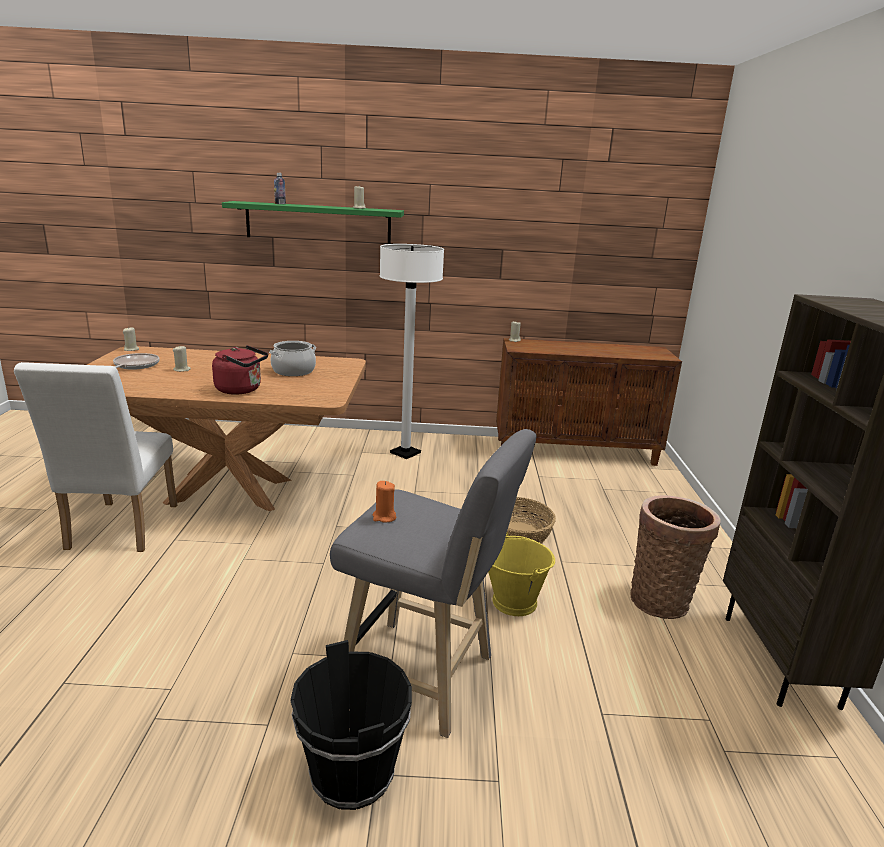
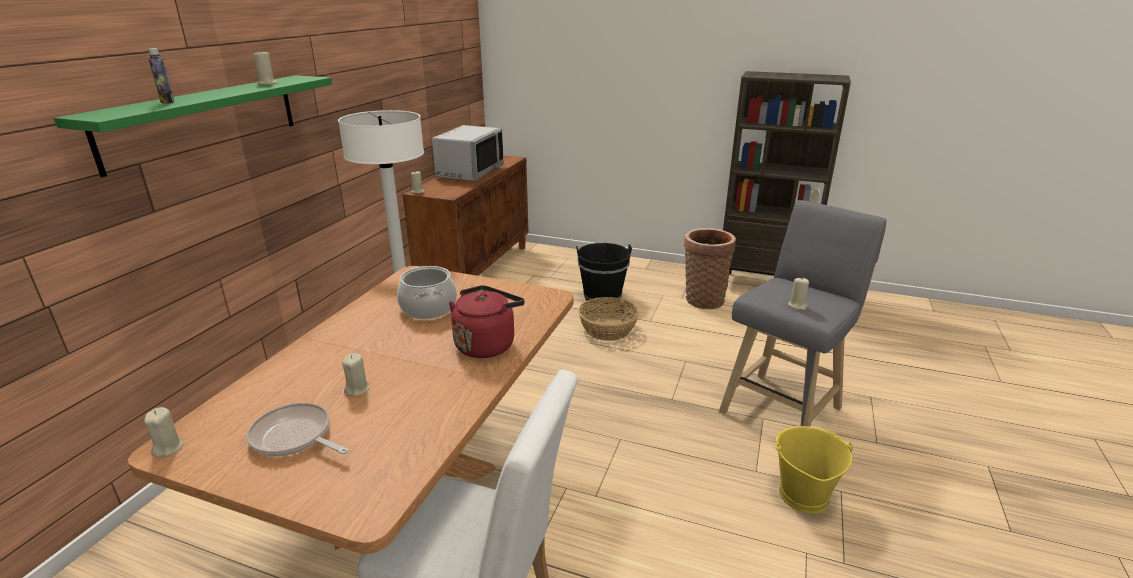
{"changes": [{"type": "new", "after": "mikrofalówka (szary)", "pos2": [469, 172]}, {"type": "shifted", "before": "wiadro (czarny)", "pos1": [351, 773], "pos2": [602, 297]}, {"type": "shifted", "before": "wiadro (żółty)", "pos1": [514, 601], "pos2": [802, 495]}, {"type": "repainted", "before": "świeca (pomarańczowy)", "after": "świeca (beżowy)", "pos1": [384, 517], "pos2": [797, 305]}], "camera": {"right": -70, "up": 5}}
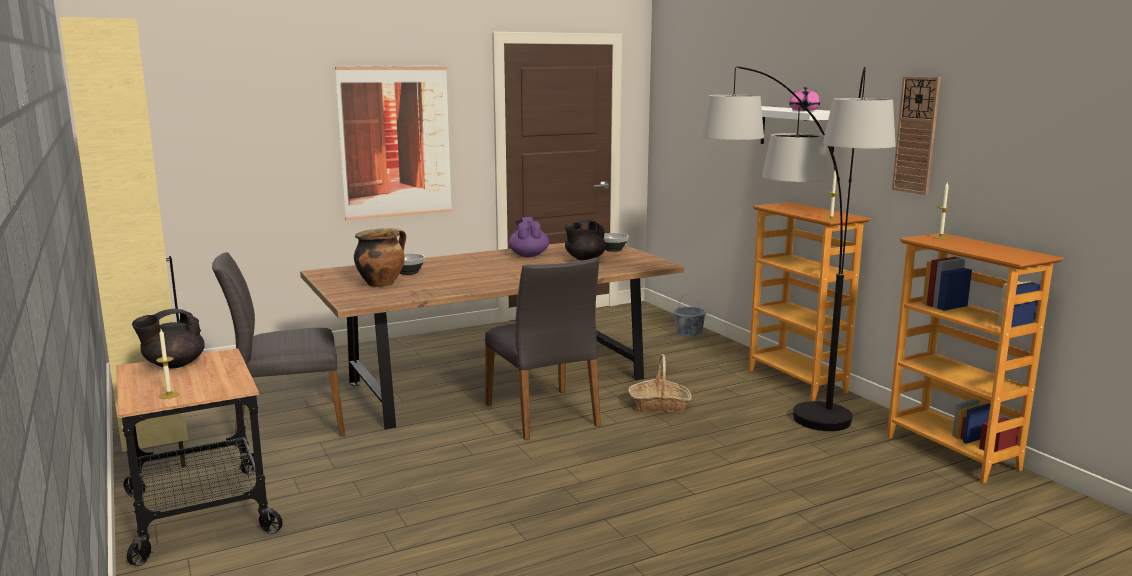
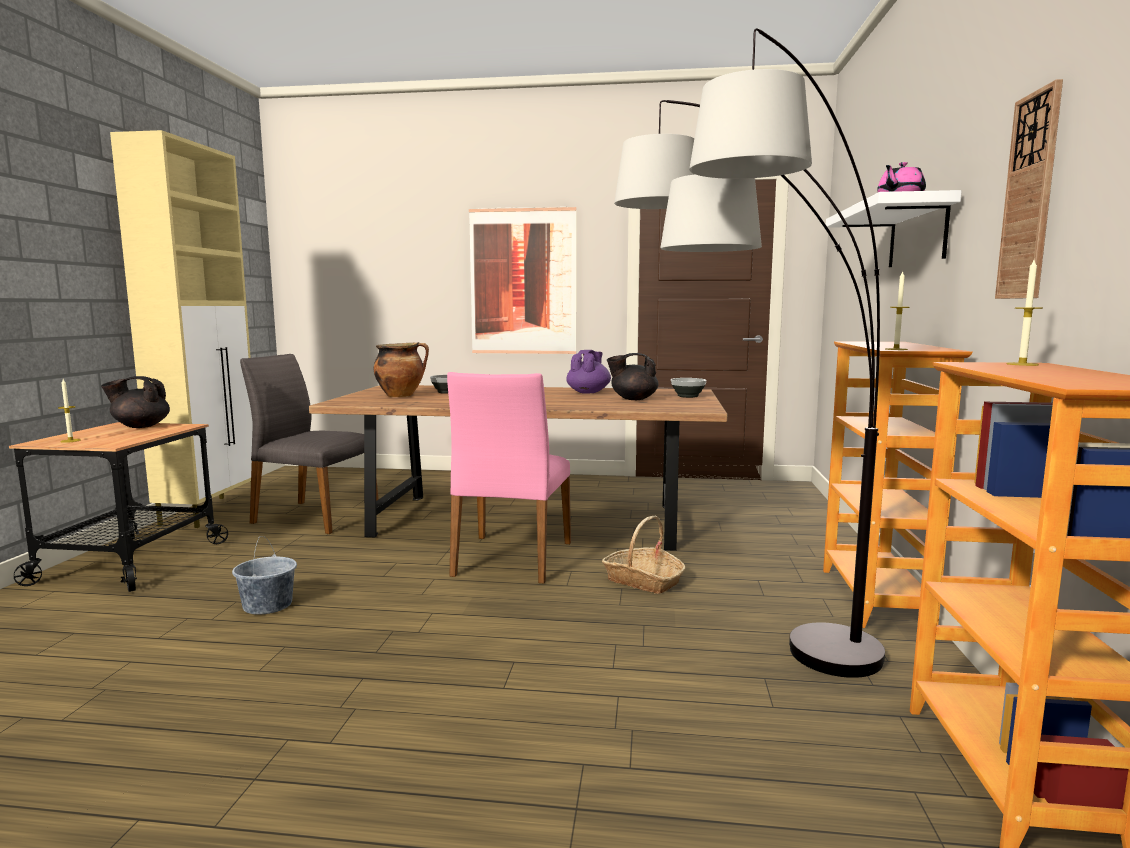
{"changes": [{"type": "shifted", "before": "wiadro (szary)", "pos1": [689, 333], "pos2": [267, 605]}, {"type": "repainted", "before": "krzesło (szary)", "after": "krzesło (różowy)", "pos1": [544, 415], "pos2": [511, 559]}], "camera": {"right": 35, "up": -5}}
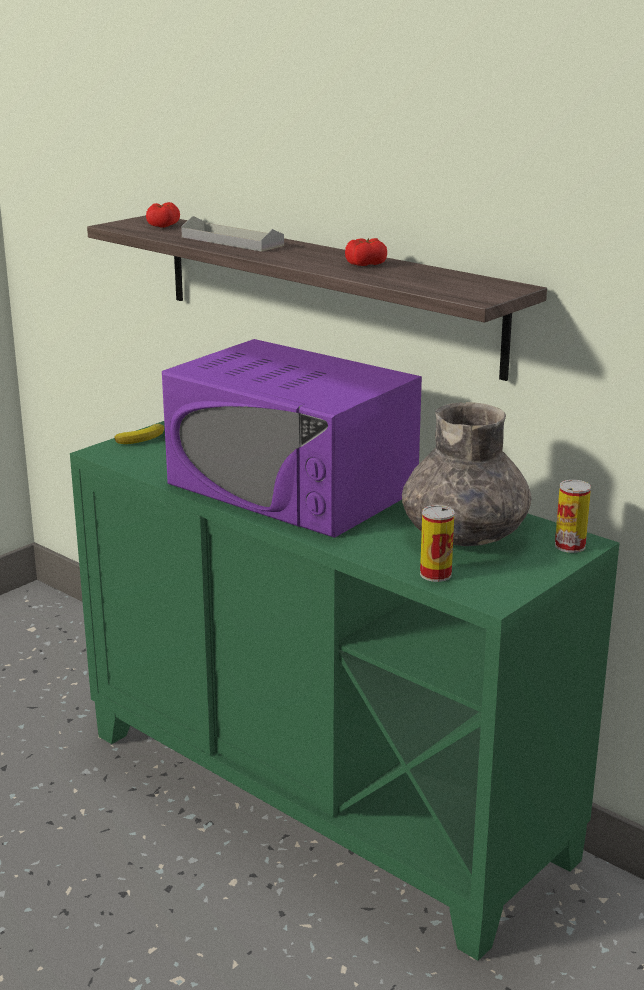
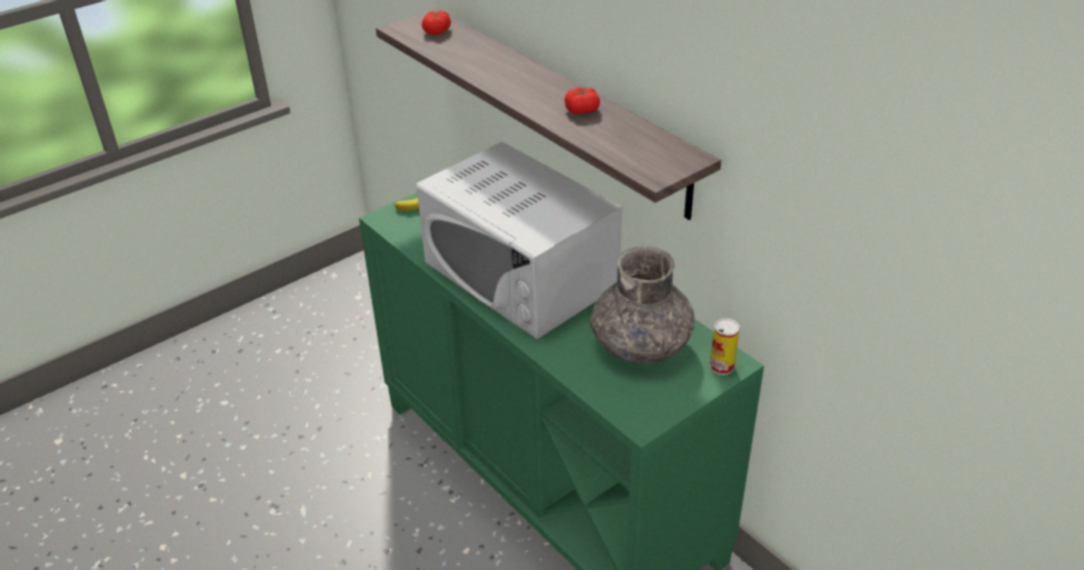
{"changes": [{"type": "repainted", "before": "mikrofalówka (fioletowy)", "after": "mikrofalówka (biały)", "pos1": [292, 487], "pos2": [520, 274]}, {"type": "gone", "before": "taca (szary)", "pos1": [232, 241]}, {"type": "gone", "before": "puszka", "pos1": [435, 574]}], "camera": {"right": 10, "up": 15}}
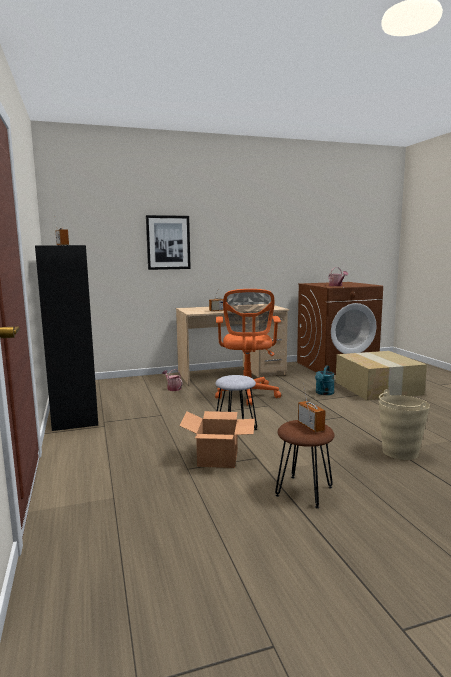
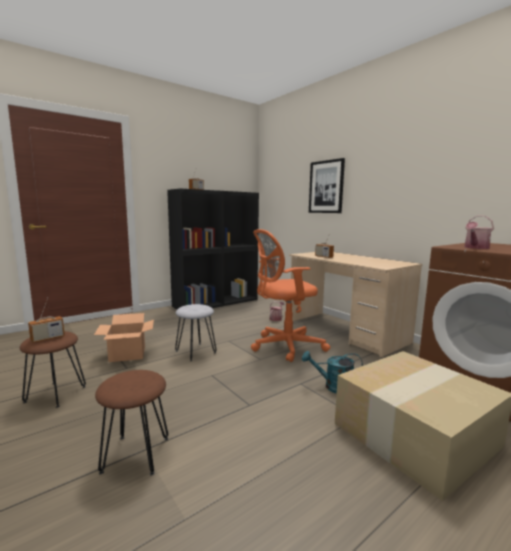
{"changes": [{"type": "swapped", "before": "wiadro (beżowy)", "after": "stołek (brązowy)", "pos1": [399, 452], "pos2": [136, 454]}], "camera": {"right": 70, "up": 0}}
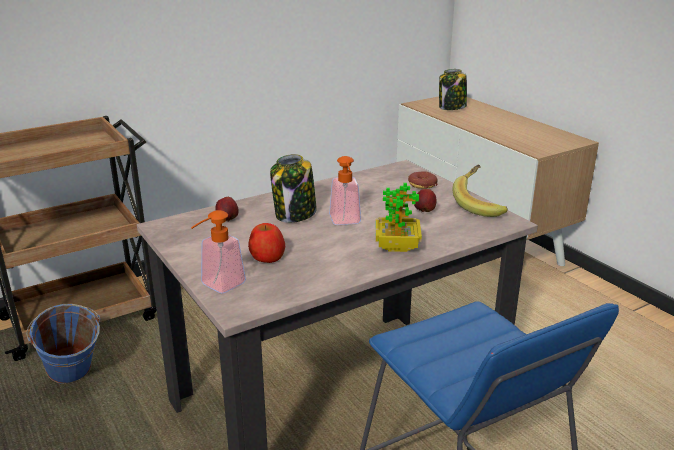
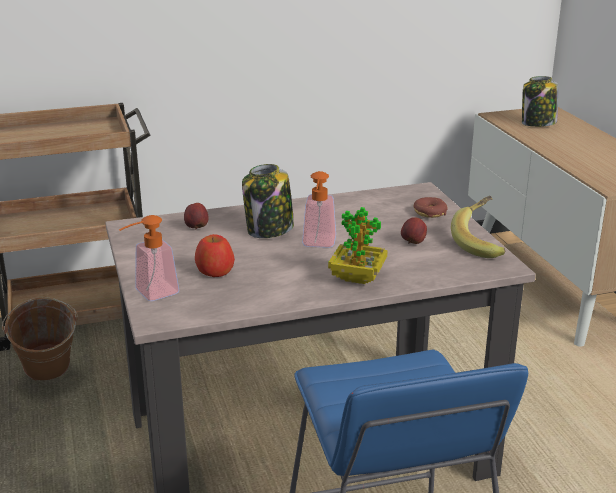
{"changes": [{"type": "repainted", "before": "wiadro (niebieski)", "after": "wiadro (brązowy)", "pos1": [74, 381], "pos2": [48, 379]}], "camera": {"right": 15, "up": 0}}
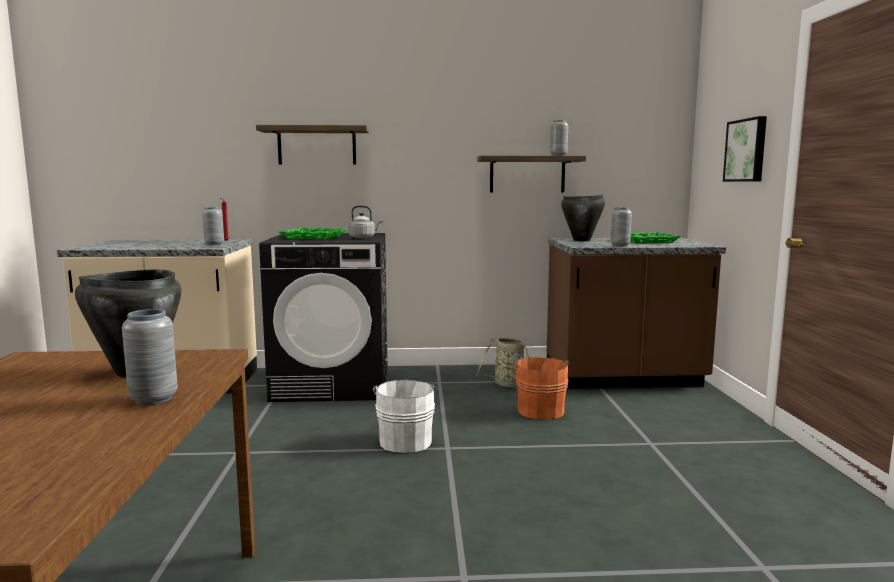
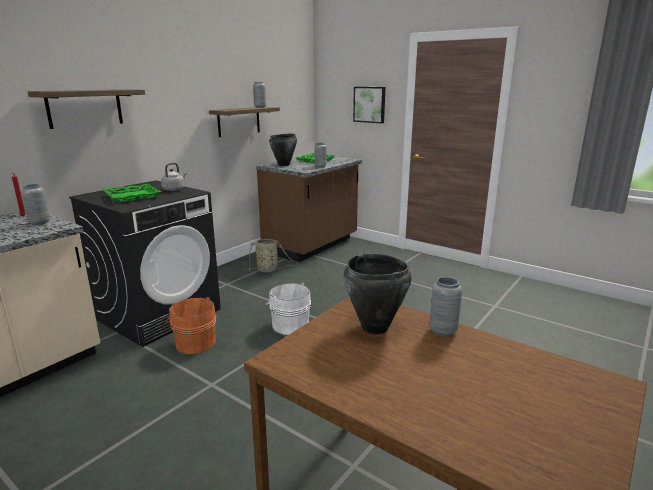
{"changes": [{"type": "shifted", "before": "wiadro (pomarańczowy)", "pos1": [540, 410], "pos2": [194, 342]}], "camera": {"right": -50, "up": 10}}
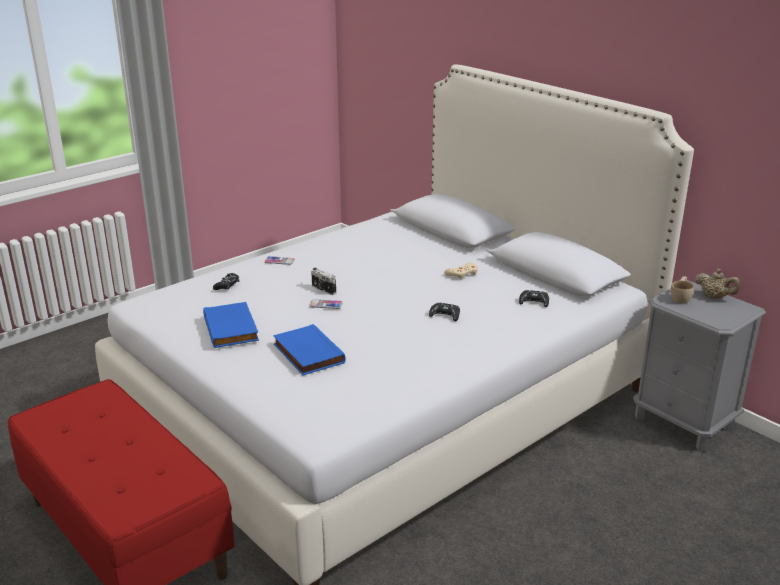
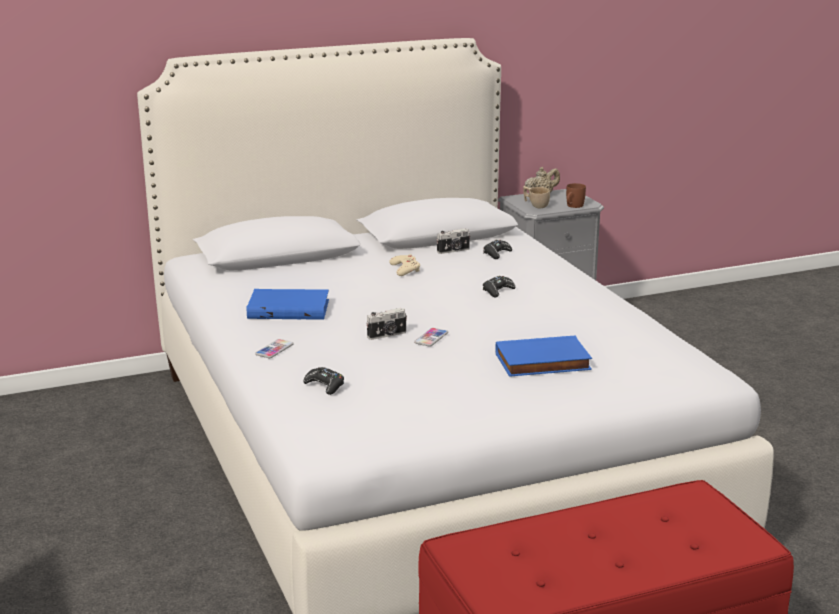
{"changes": [{"type": "shifted", "before": "książka (niebieski)", "pos1": [232, 328], "pos2": [289, 309]}, {"type": "new", "after": "aparat fotograficzny", "pos2": [453, 251]}, {"type": "new", "after": "kubek (brązowy)", "pos2": [573, 206]}], "camera": {"right": -70, "up": -5}}
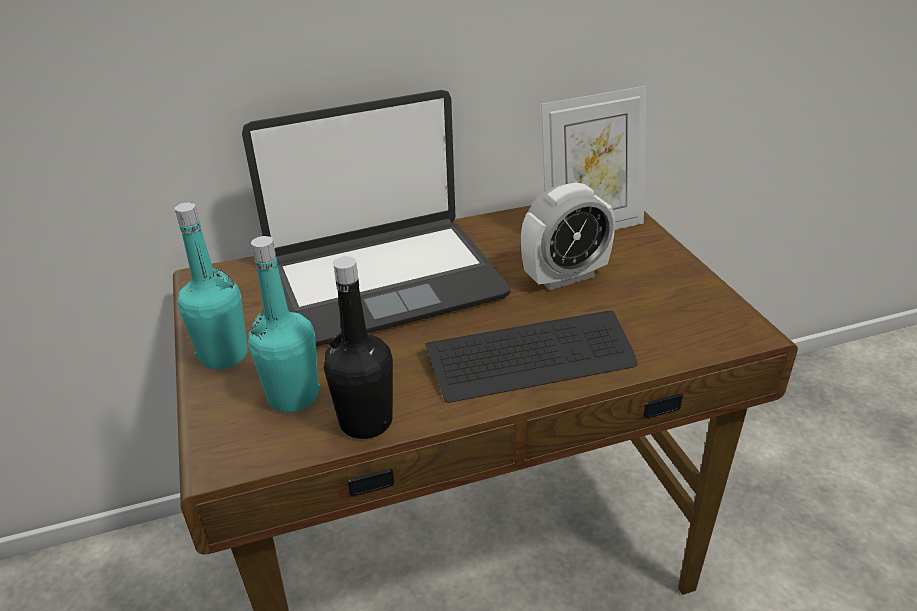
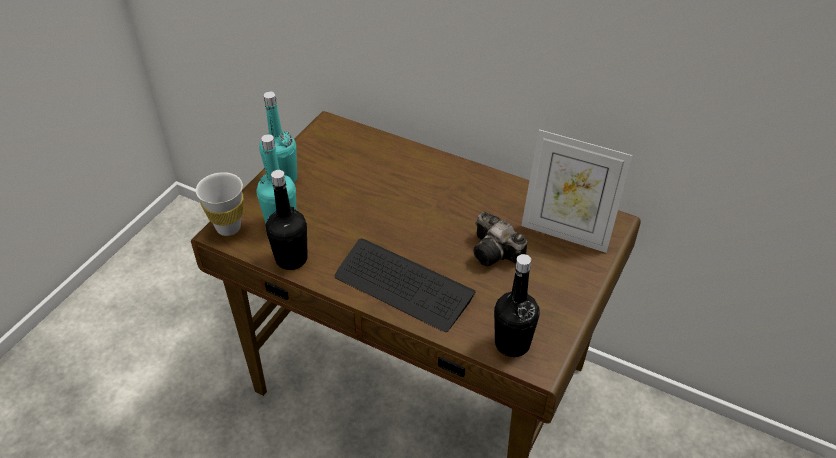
{"changes": [{"type": "new", "after": "filiżanka (biały)", "pos2": [228, 227]}, {"type": "swapped", "before": "budzik", "after": "aparat fotograficzny", "pos1": [565, 277], "pos2": [497, 253]}, {"type": "new", "after": "butelka (czarny)", "pos2": [512, 343]}, {"type": "gone", "before": "laptop", "pos1": [385, 281]}], "camera": {"right": 45, "up": 10}}
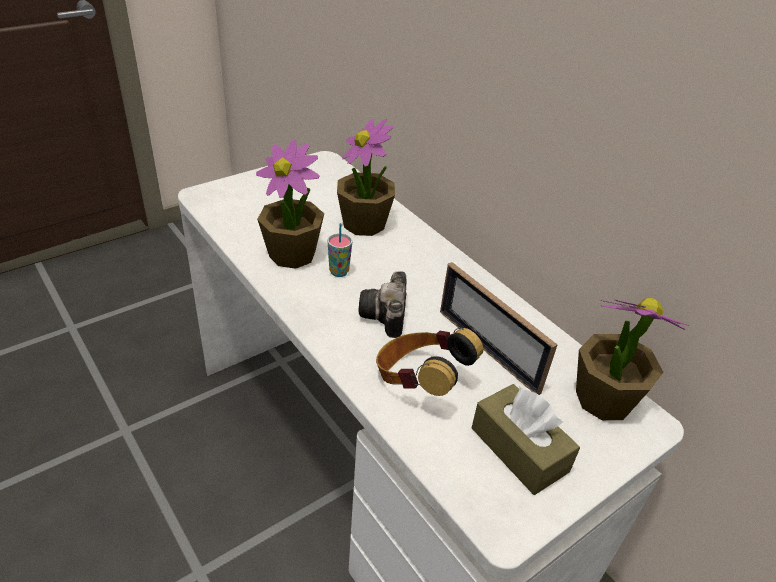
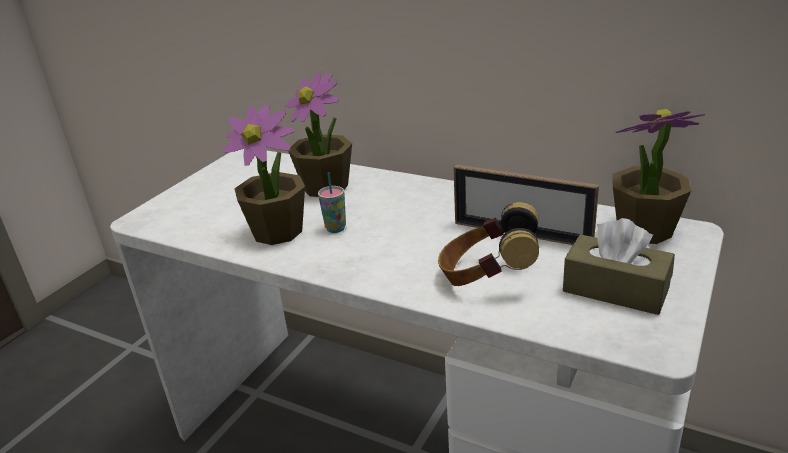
{"changes": [{"type": "gone", "before": "aparat fotograficzny", "pos1": [386, 317]}], "camera": {"right": -20, "up": -10}}
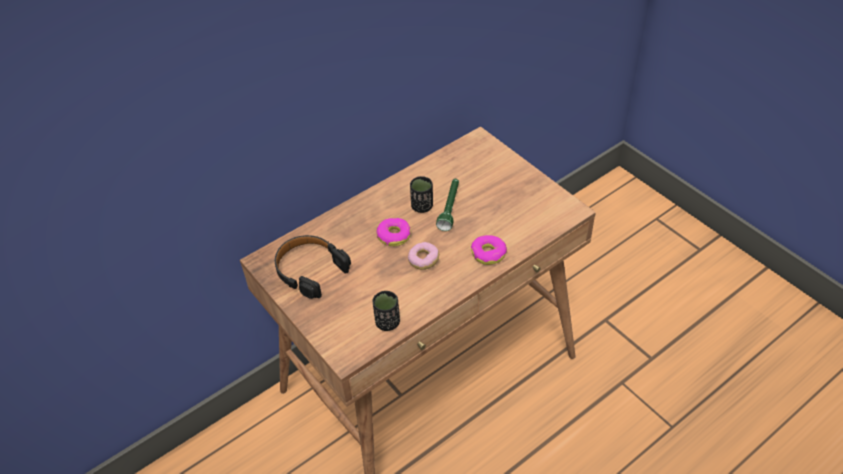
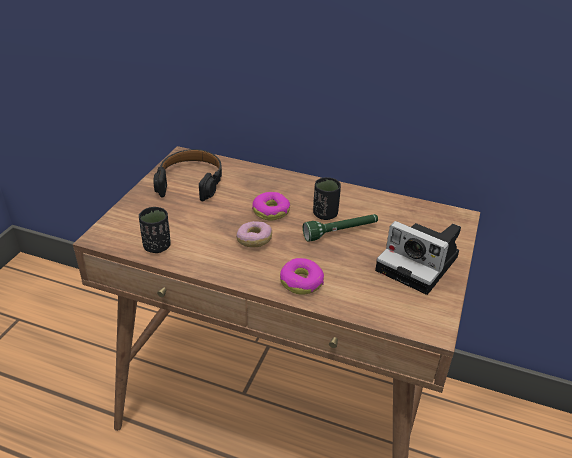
{"changes": [{"type": "new", "after": "aparat fotograficzny", "pos2": [420, 264]}], "camera": {"right": 55, "up": -10}}
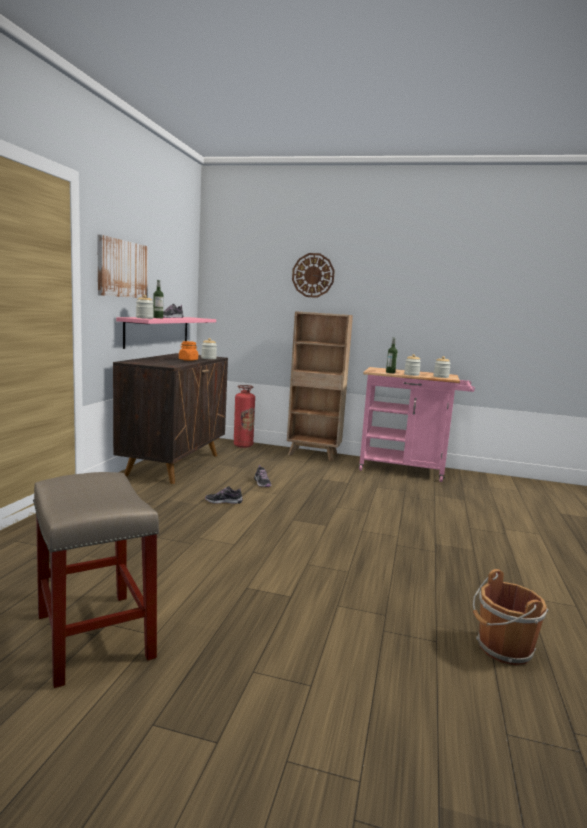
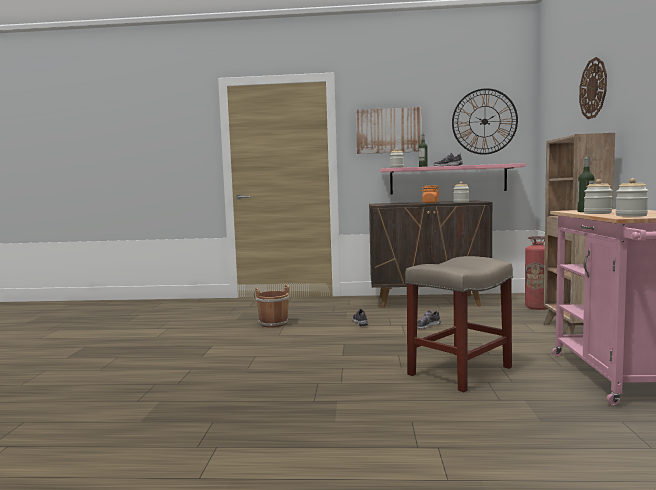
{"changes": [{"type": "shifted", "before": "wiadro (brązowy)", "pos1": [502, 649], "pos2": [273, 323]}, {"type": "shifted", "before": "stołek (beżowy)", "pos1": [95, 637], "pos2": [459, 371]}, {"type": "new", "after": "zegar ścienny", "pos2": [484, 121]}], "camera": {"right": 80, "up": -5}}
